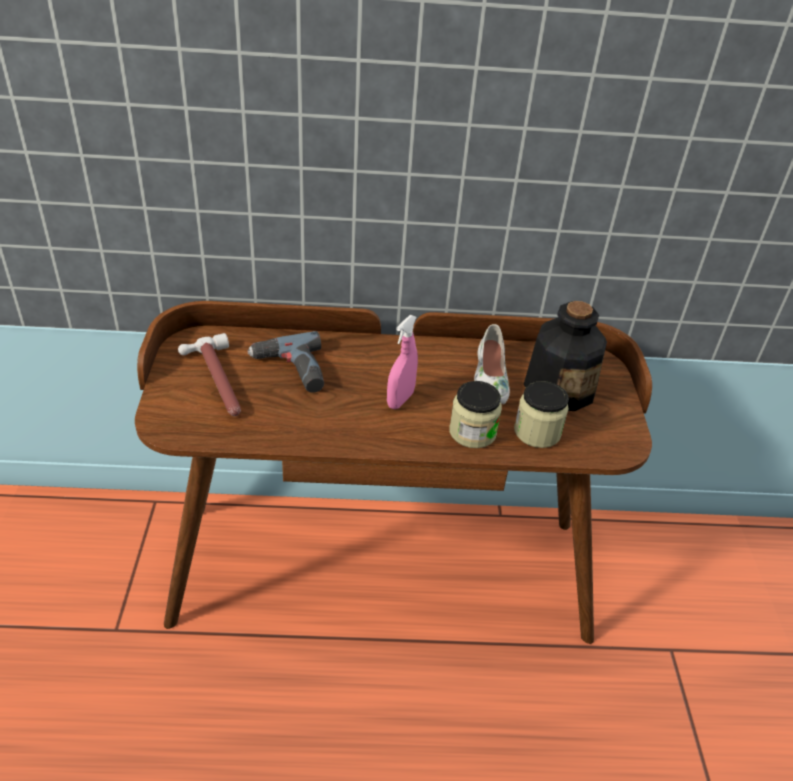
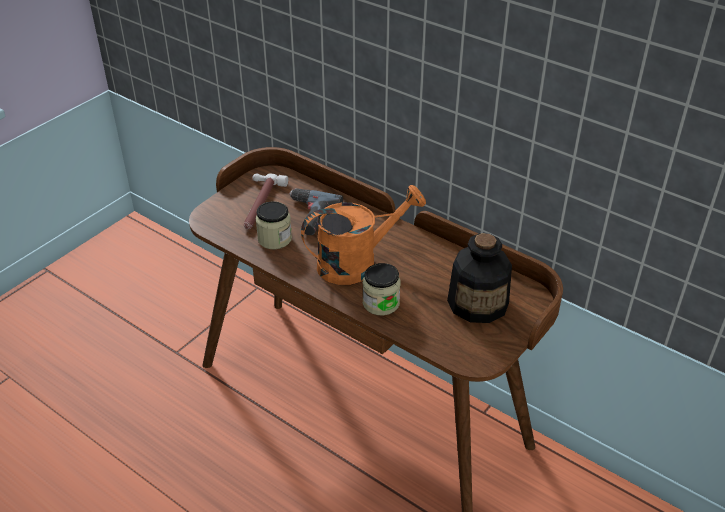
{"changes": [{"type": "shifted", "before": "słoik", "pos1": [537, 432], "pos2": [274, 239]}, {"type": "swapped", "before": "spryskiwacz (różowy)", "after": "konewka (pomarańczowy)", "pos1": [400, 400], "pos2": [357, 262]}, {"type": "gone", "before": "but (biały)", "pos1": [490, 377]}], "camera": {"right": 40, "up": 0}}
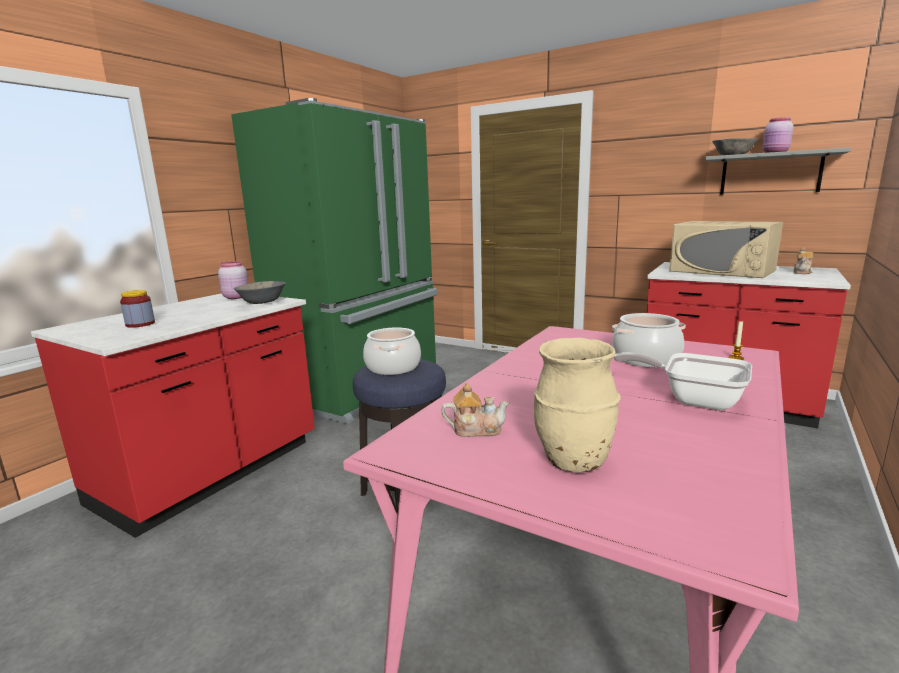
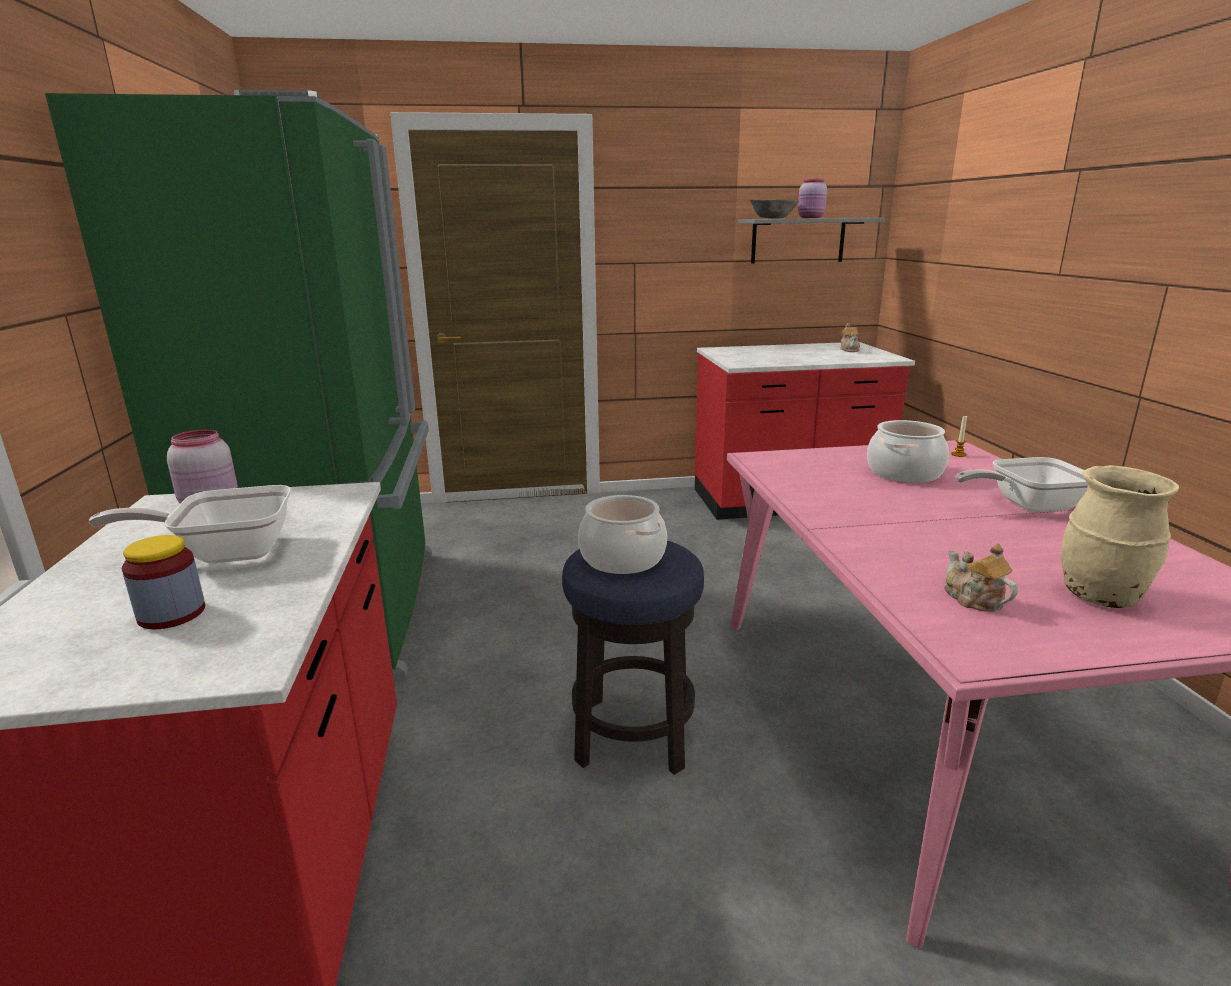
{"changes": [{"type": "new", "after": "patelnia", "pos2": [226, 552]}, {"type": "rotated", "before": "imbryk", "pos1": [476, 430], "pos2": [973, 599], "turn": -75}, {"type": "gone", "before": "miska (szary)", "pos1": [263, 302]}, {"type": "gone", "before": "mikrofalówka (beżowy)", "pos1": [722, 271]}], "camera": {"right": -40, "up": 5}}
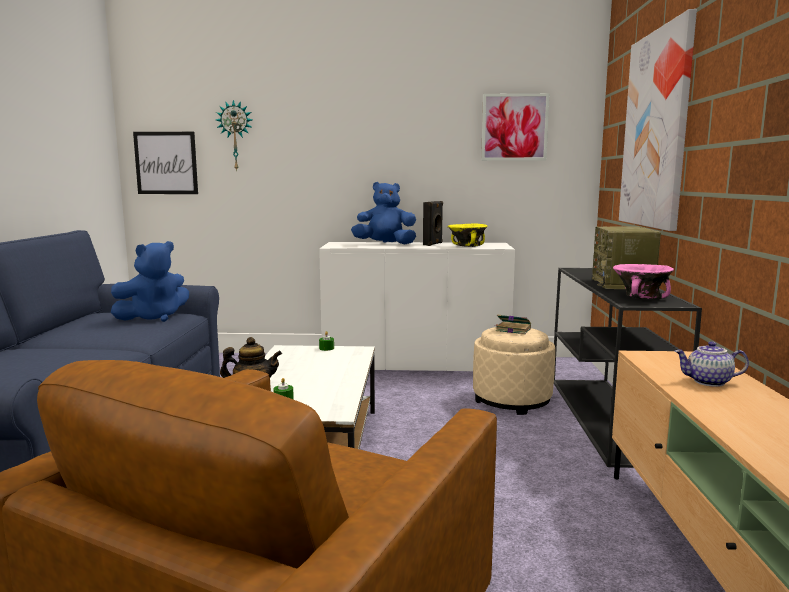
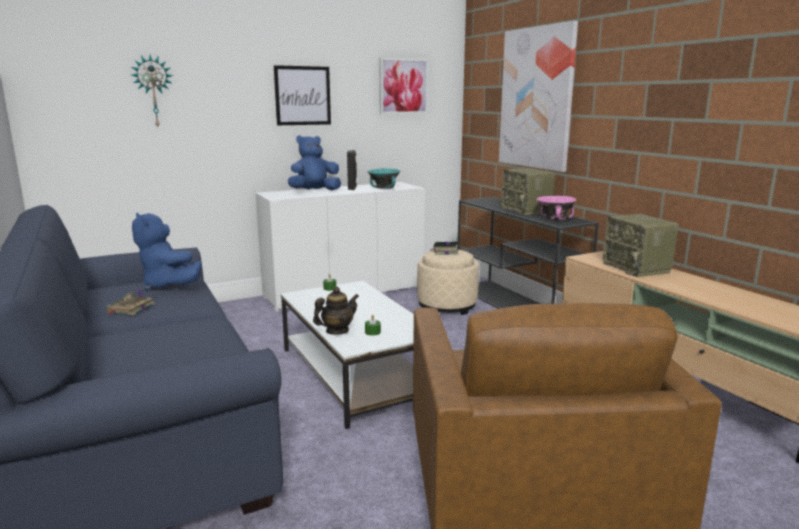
{"changes": [{"type": "new", "after": "książka", "pos2": [130, 308]}, {"type": "rotated", "before": "pluszak (niebieski)", "pos1": [154, 317], "pos2": [168, 285], "turn": 120}, {"type": "shifted", "before": "obraz", "pos1": [166, 163], "pos2": [302, 95]}, {"type": "repainted", "before": "miska (żółty)", "after": "miska (turkusowy)", "pos1": [467, 246], "pos2": [384, 188]}, {"type": "swapped", "before": "imbryk", "after": "radio", "pos1": [708, 382], "pos2": [637, 268]}], "camera": {"right": -30, "up": 5}}
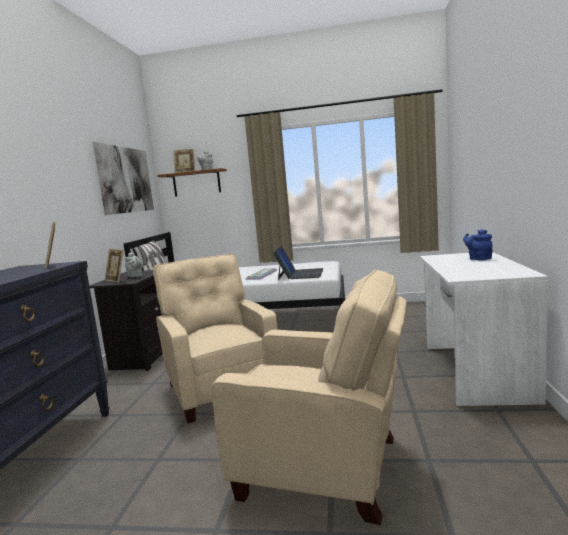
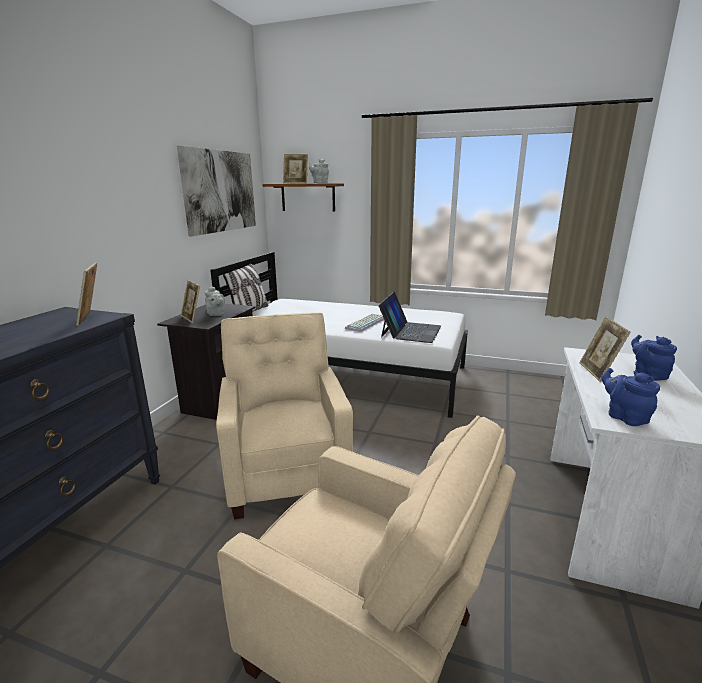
{"changes": [{"type": "new", "after": "ramka na zdjęcie", "pos2": [598, 372]}, {"type": "new", "after": "imbryk (niebieski)", "pos2": [624, 417]}], "camera": {"right": 10, "up": 10}}
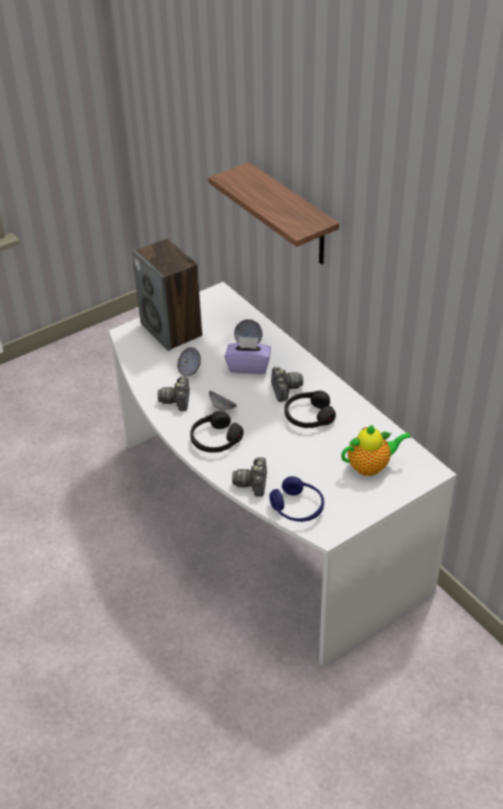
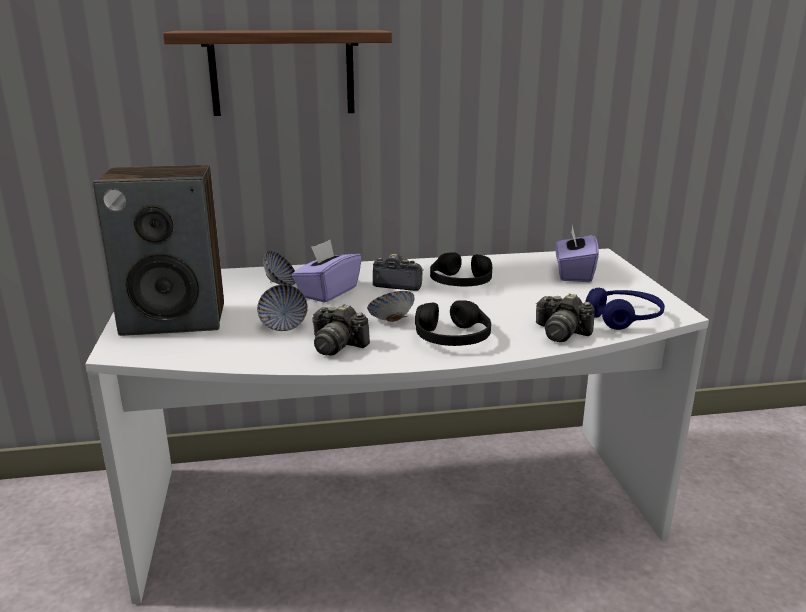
{"changes": [{"type": "swapped", "before": "imbryk", "after": "pudełko chusteczek (fioletowy)", "pos1": [371, 466], "pos2": [573, 274]}], "camera": {"right": -65, "up": -20}}
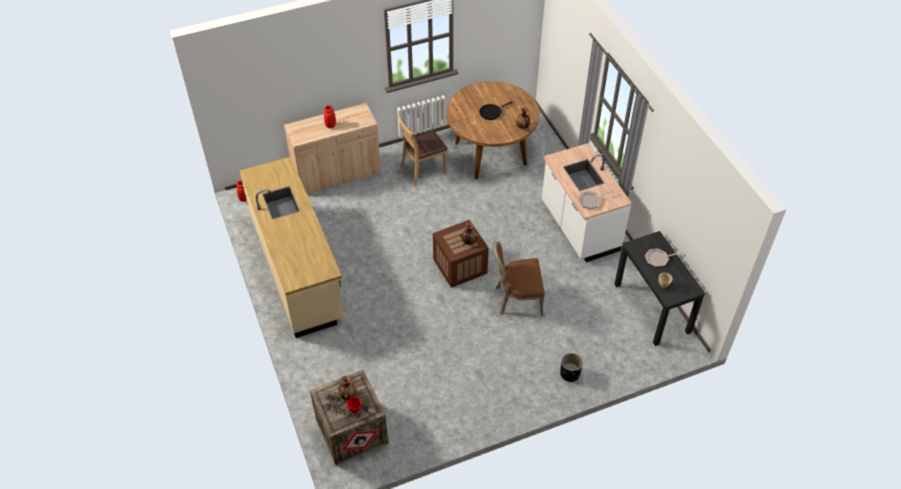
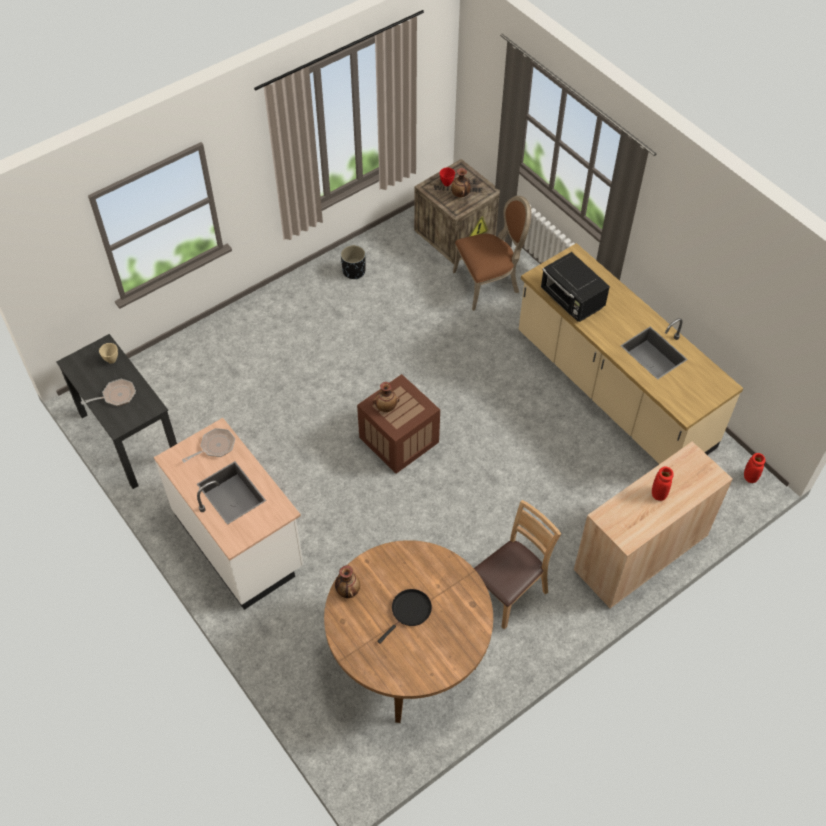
{"changes": [{"type": "shifted", "before": "donica (czarny)", "pos1": [570, 374], "pos2": [354, 271]}, {"type": "shifted", "before": "krzesło (brązowy)", "pos1": [516, 299], "pos2": [489, 283]}, {"type": "new", "after": "mikrofalówka (czarny)", "pos2": [572, 300]}], "camera": {"right": 165, "up": 5}}
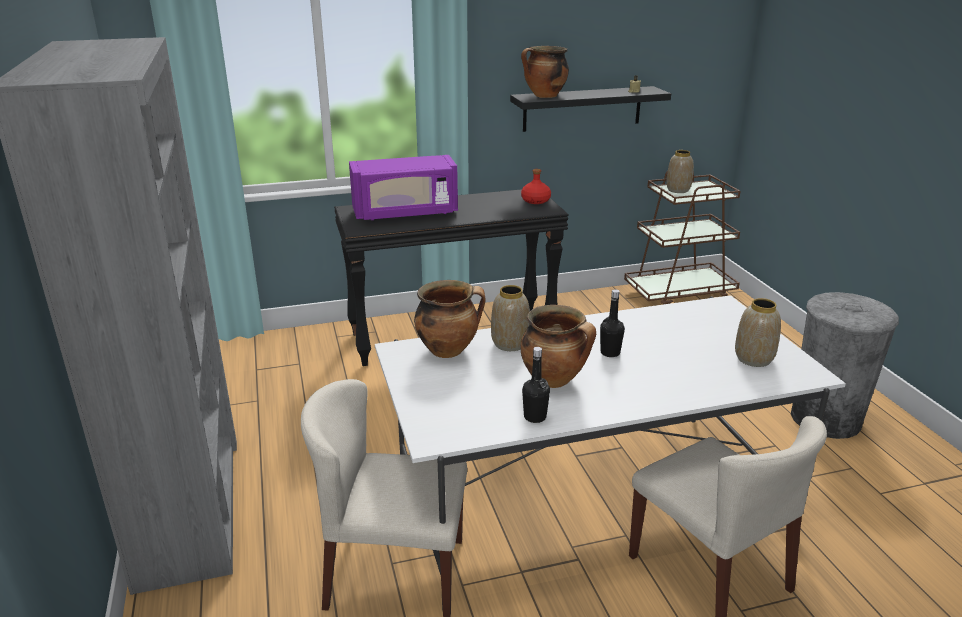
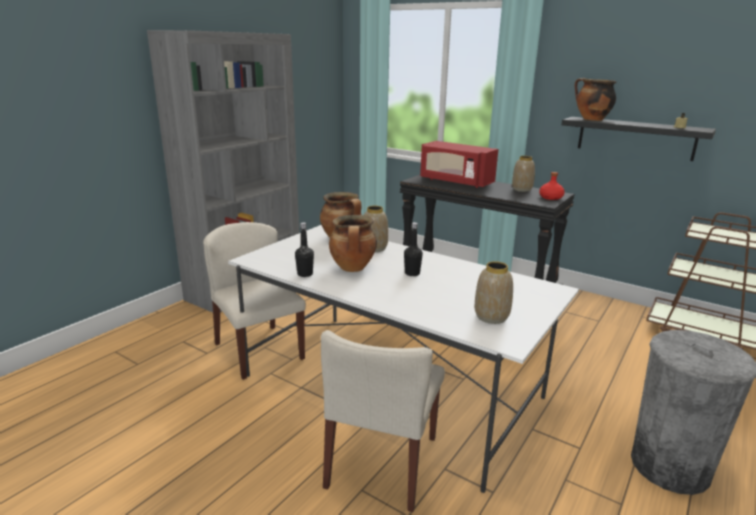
{"changes": [{"type": "repainted", "before": "mikrofalówka (fioletowy)", "after": "mikrofalówka (czerwony)", "pos1": [405, 213], "pos2": [455, 182]}, {"type": "shifted", "before": "wazon", "pos1": [678, 190], "pos2": [522, 189]}], "camera": {"right": 50, "up": -5}}
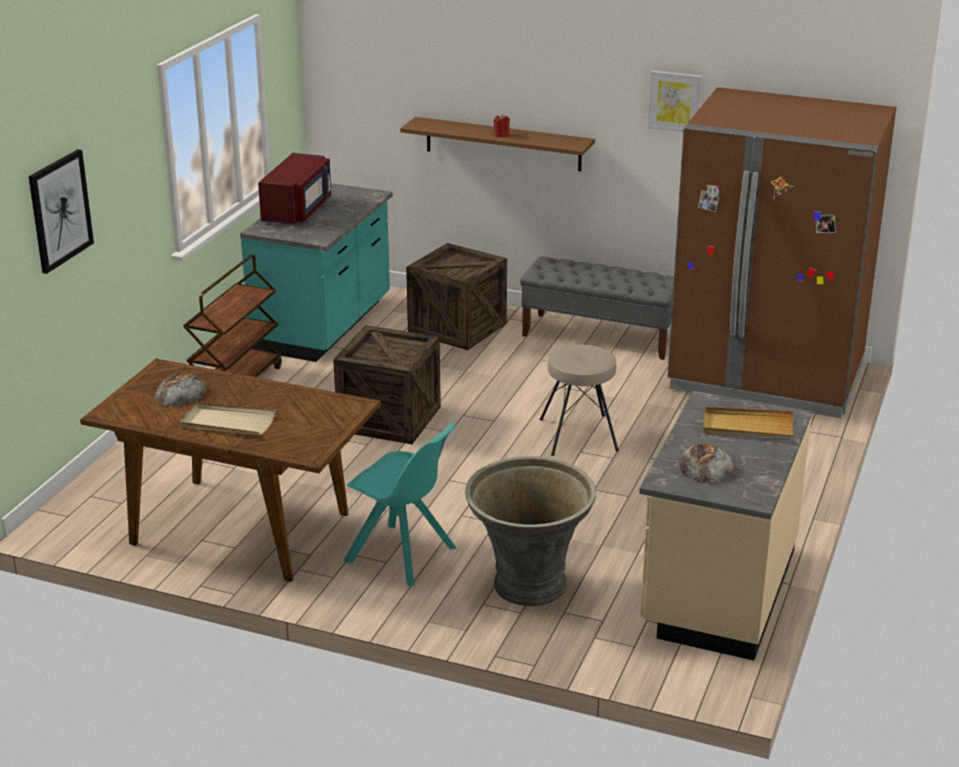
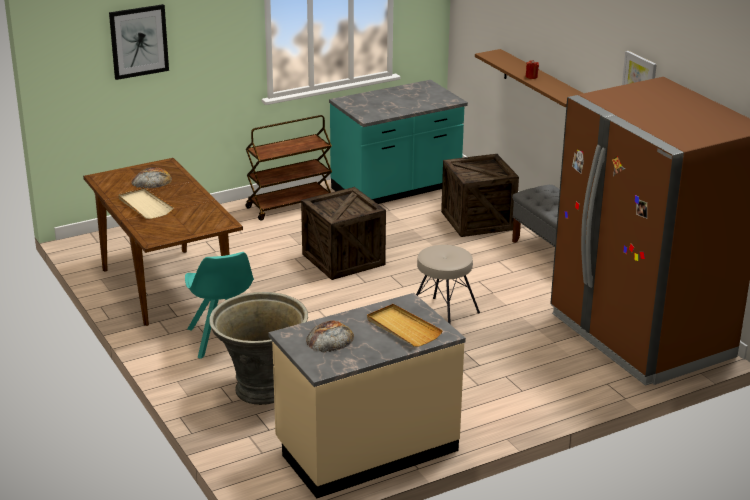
{"changes": [{"type": "gone", "before": "mikrofalówka (czerwony)", "pos1": [298, 211]}], "camera": {"right": 40, "up": 0}}
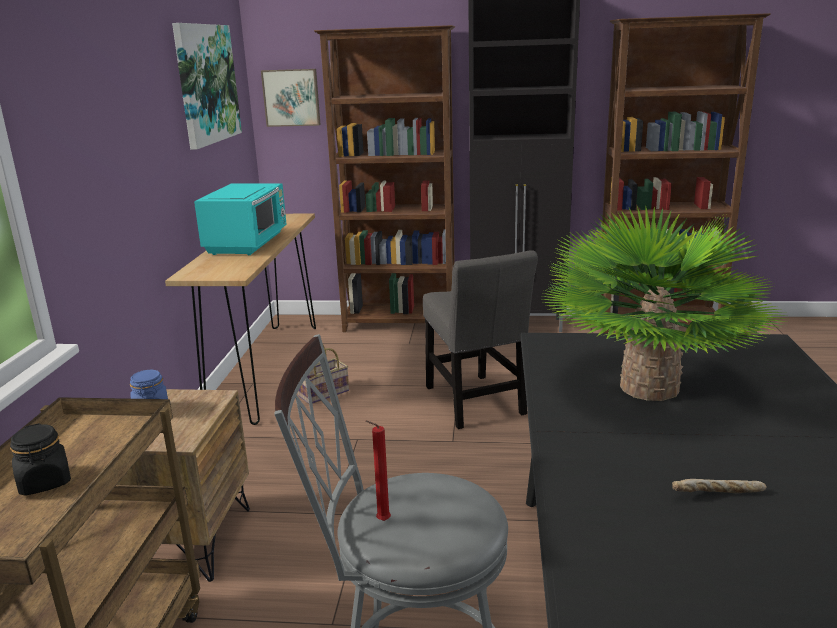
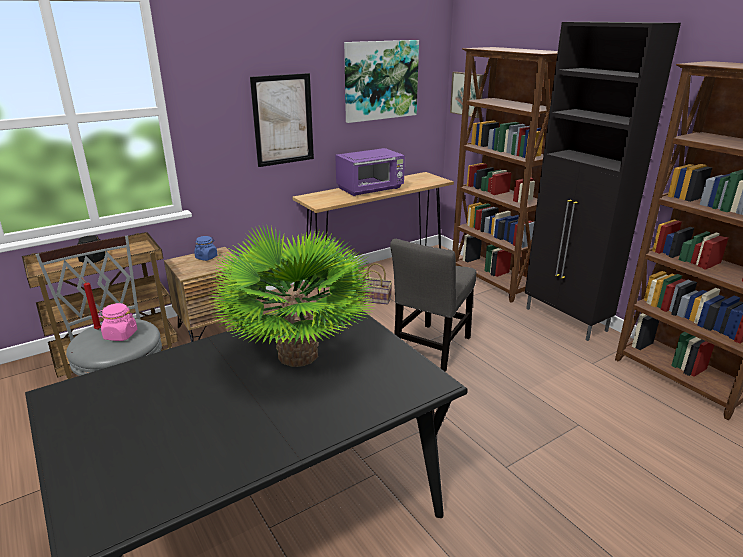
{"changes": [{"type": "new", "after": "słoik (różowy)", "pos2": [120, 335]}, {"type": "new", "after": "obraz", "pos2": [283, 120]}, {"type": "repainted", "before": "mikrofalówka (turkusowy)", "after": "mikrofalówka (fioletowy)", "pos1": [248, 244], "pos2": [371, 189]}, {"type": "gone", "before": "chleb", "pos1": [718, 495]}], "camera": {"right": 50, "up": 5}}
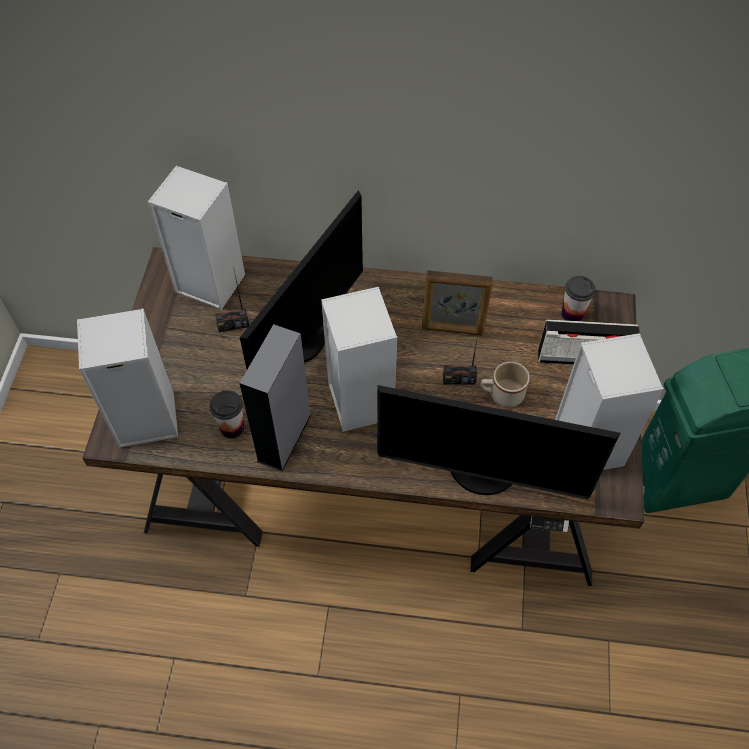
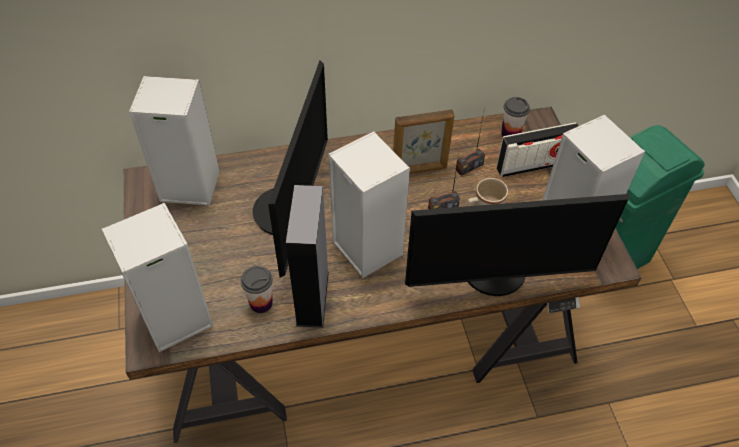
{"changes": [{"type": "shifted", "before": "radio", "pos1": [233, 325], "pos2": [469, 167]}], "camera": {"right": -20, "up": -5}}
